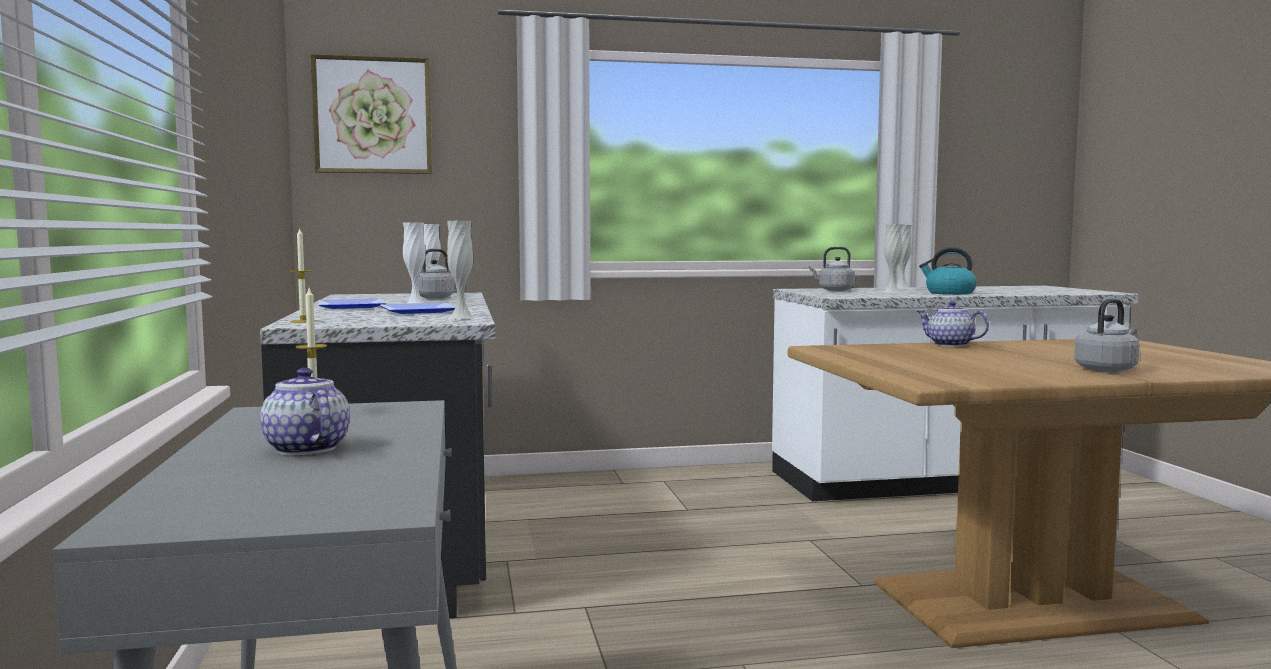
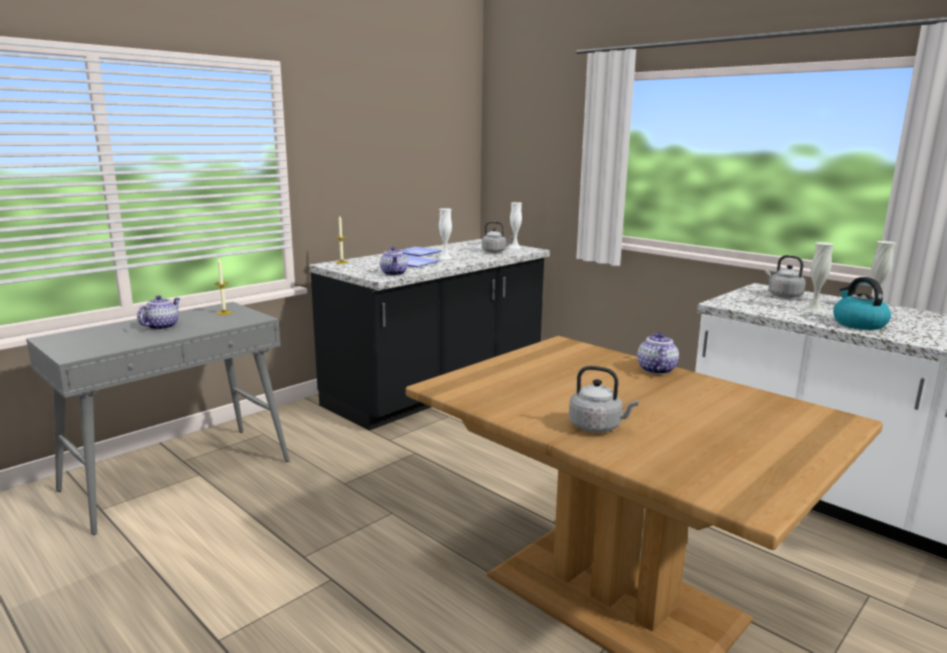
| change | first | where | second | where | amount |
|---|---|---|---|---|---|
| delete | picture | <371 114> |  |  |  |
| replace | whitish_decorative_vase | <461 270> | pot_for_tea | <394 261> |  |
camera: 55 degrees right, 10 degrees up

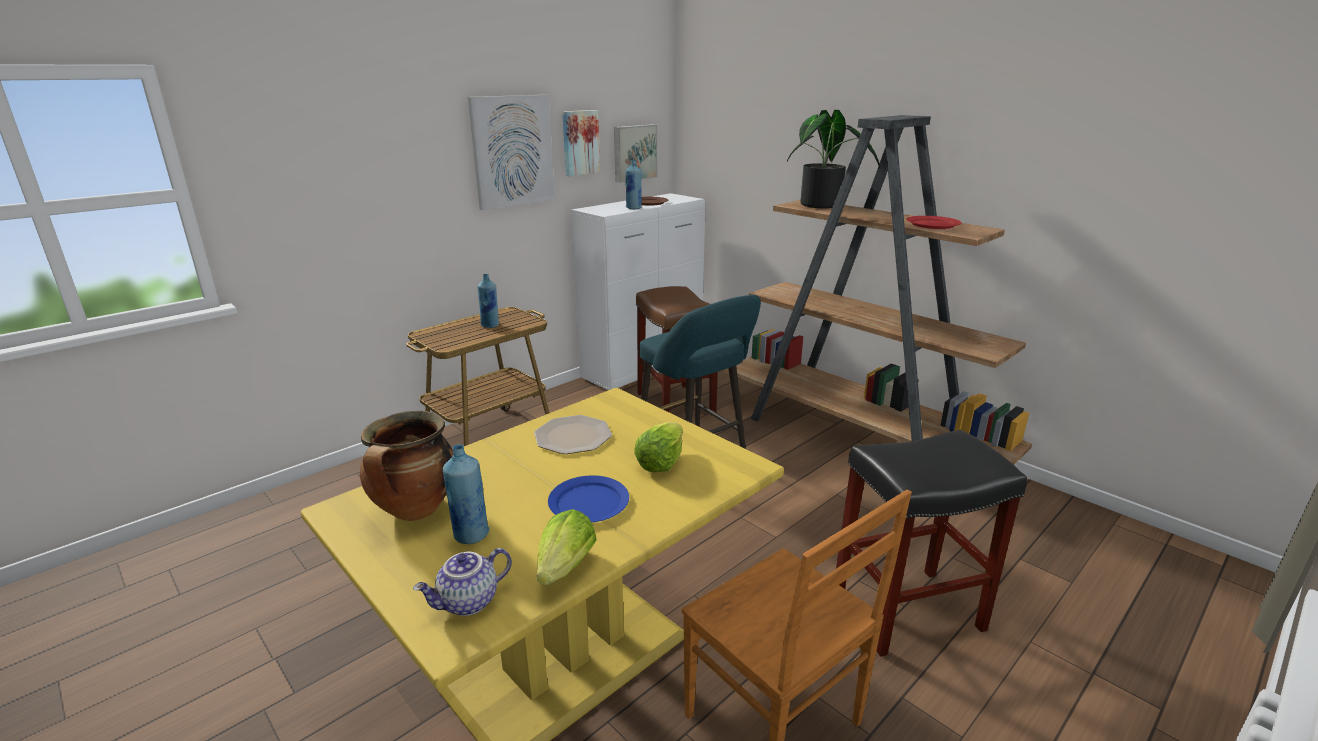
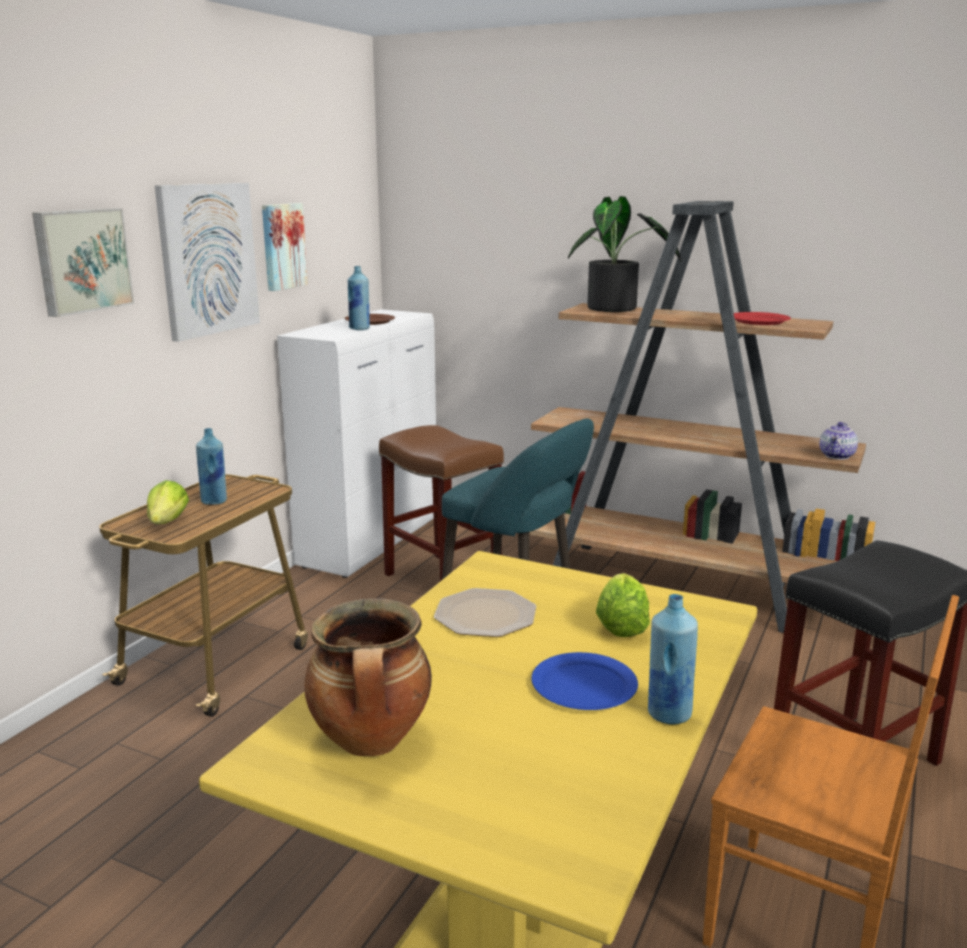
| change | first | where | second | where | amount |
|---|---|---|---|---|---|
| move | picture | <635 153> |  | <83 262> |  |
| move | bluish_bottle | <466 494> |  | <673 659> |  |
| move | head_of_lettuce | <567 547> |  | <168 502> |  |
| move | pot_for_tea | <462 582> |  | <839 441> |  |
camera: 20 degrees left, 5 degrees down

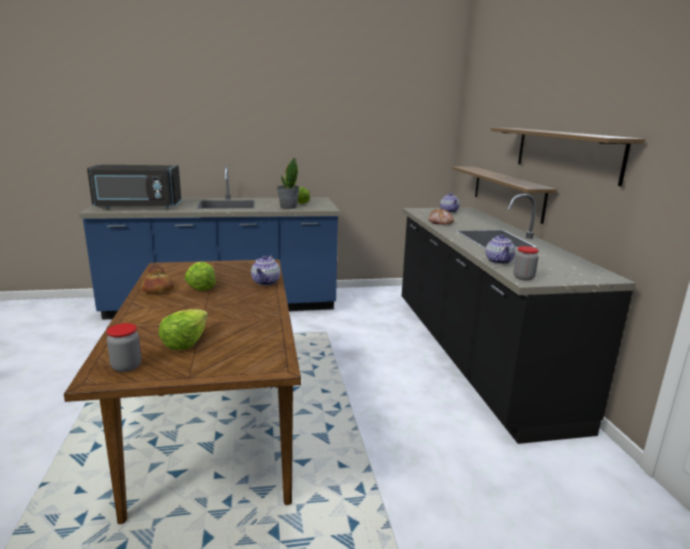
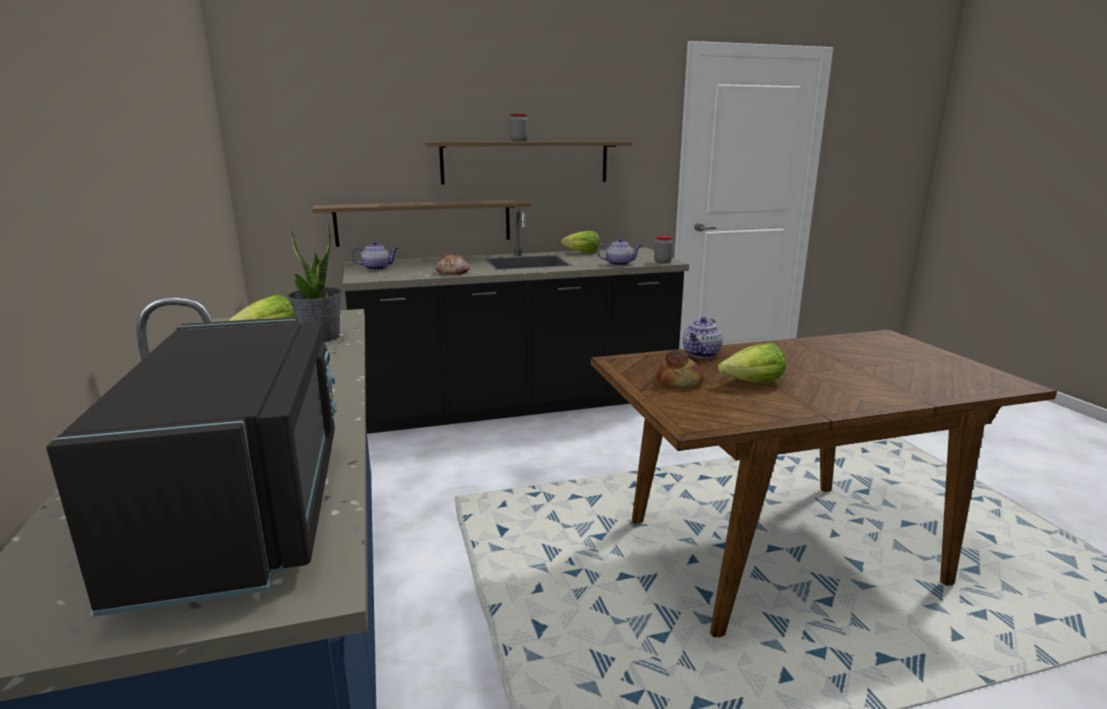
| change | first | where | second | where | amount |
|---|---|---|---|---|---|
| rotate | pot_for_tea | <265 270> |  | <703 337> | 120 degrees clockwise |
| move | baked_bread | <157 279> |  | <680 368> |  |
| move | head_of_lettuce | <183 329> |  | <580 242> |  |
| move | preserve_jar | <124 347> |  | <519 127> |  |
camera: 95 degrees left, 0 degrees up

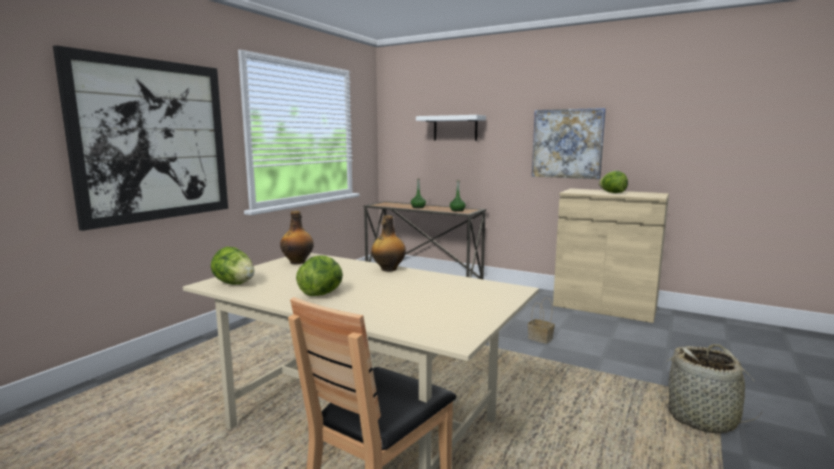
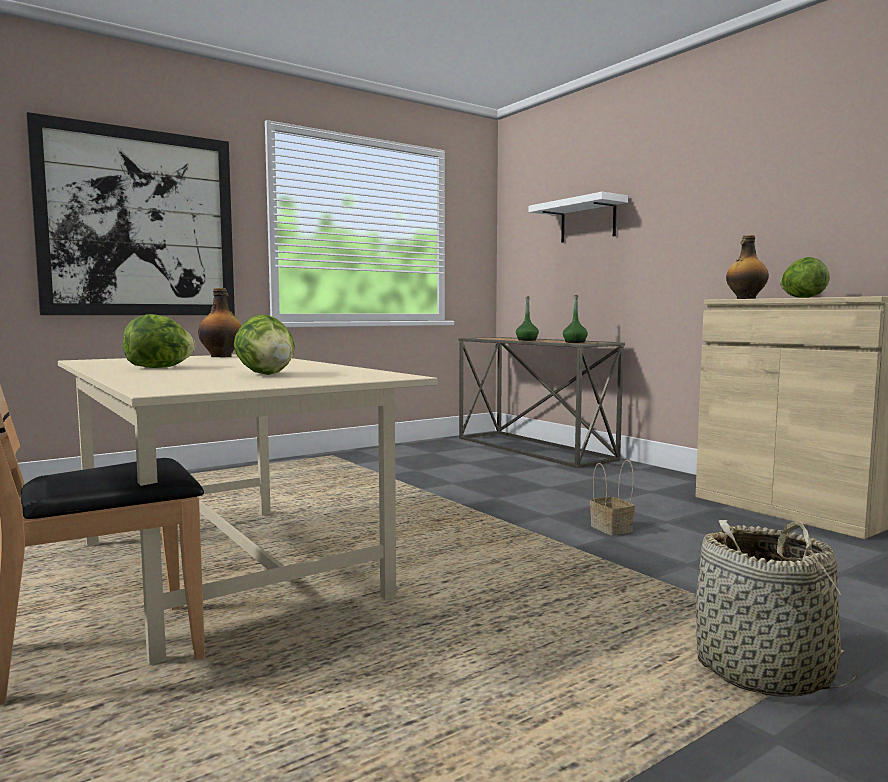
| change | first | where | second | where | amount |
|---|---|---|---|---|---|
| delete | picture | <569 143> |  |  |  |
| move | bottle | <388 243> |  | <747 267> |  |
| move | head_of_lettuce | <233 266> |  | <264 344> |  |
camera: 25 degrees right, 5 degrees down

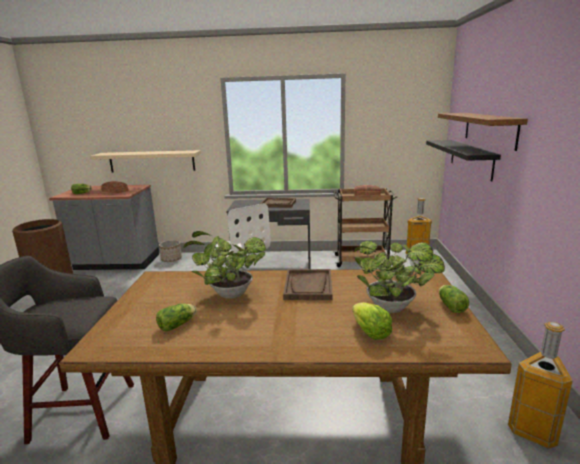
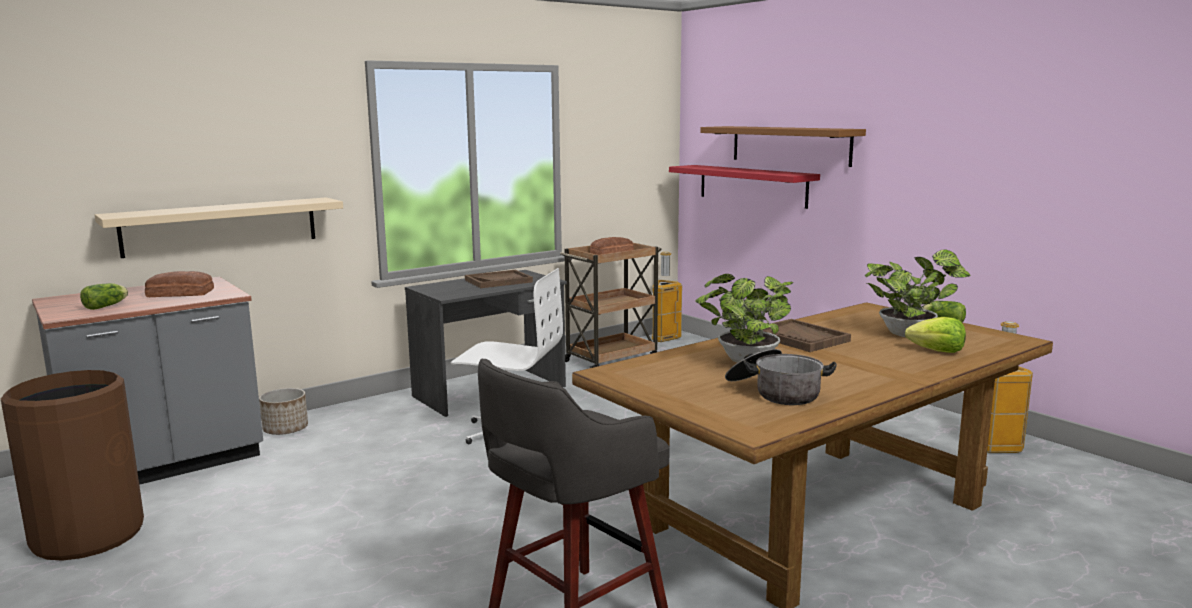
| change | first | where | second | where | amount |
|---|---|---|---|---|---|
| recolor | blackish_wall_shelf | <463 160> | reddish_wall_shelf | <744 187> |  |
| replace | head_of_lettuce | <176 317> | stockpot | <781 377> |  |
camera: 40 degrees left, 5 degrees down

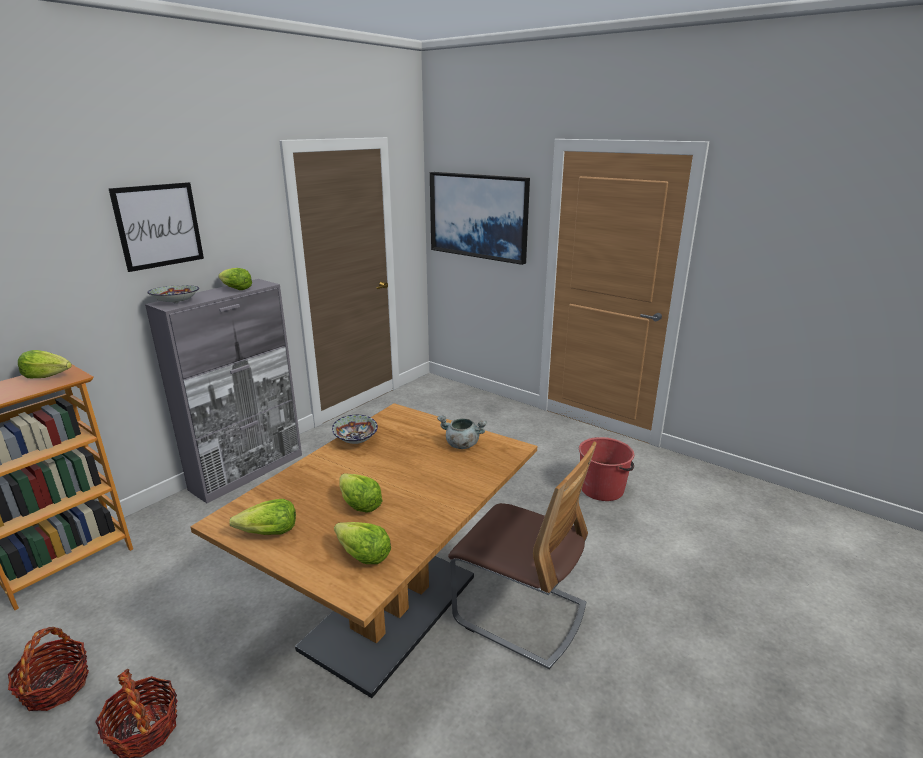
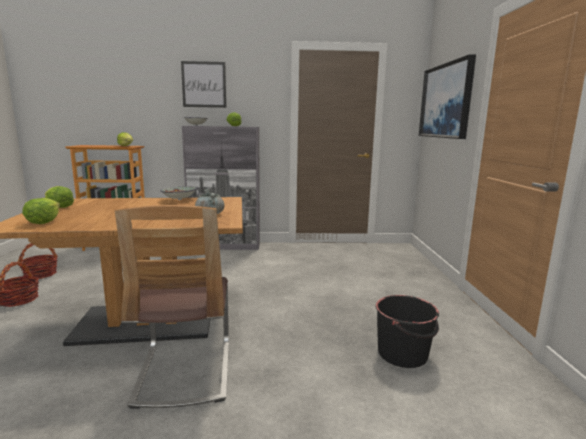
| change | first | where | second | where | amount |
|---|---|---|---|---|---|
| recolor | reddish_pail | <606 469> | blackish_pail | <407 331> |  |
| delete | head_of_lettuce | <360 493> |  |  |  |
camera: 50 degrees right, 10 degrees down

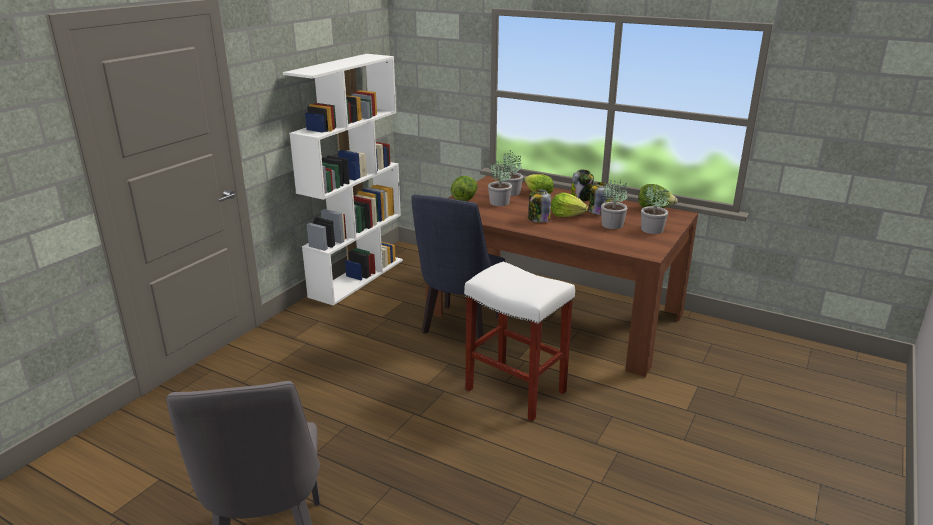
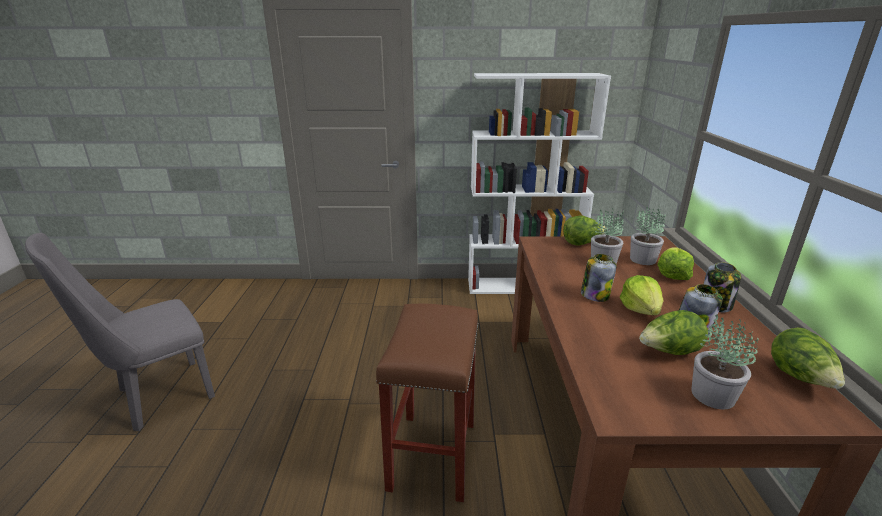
| change | first | where | second | where | amount |
|---|---|---|---|---|---|
| replace | plant_in_a_pot | <614 204> | head_of_lettuce | <673 332> |  |
| delete | bluish_upright_chair | <458 269> |  |  |  |
| recolor | whitish_sitting_stool | <519 341> | brown_sitting_stool | <427 403> |  |
camera: 60 degrees right, 0 degrees up

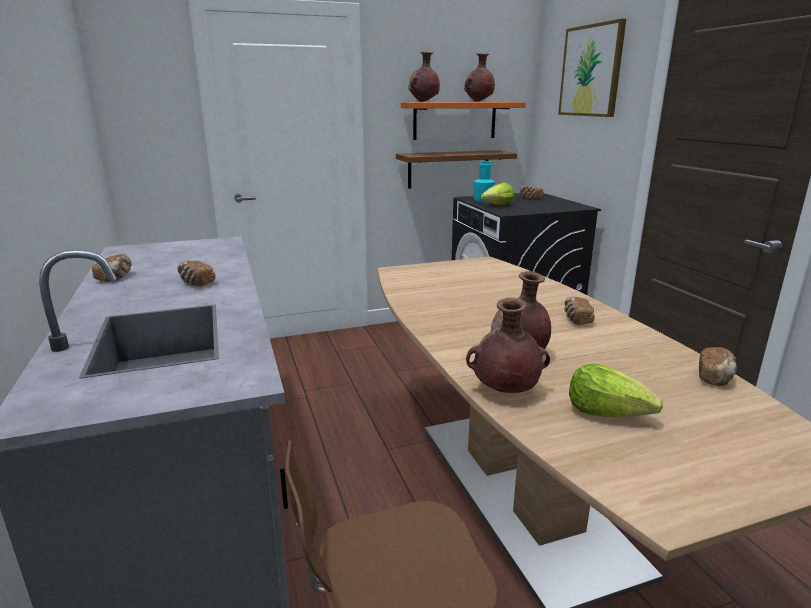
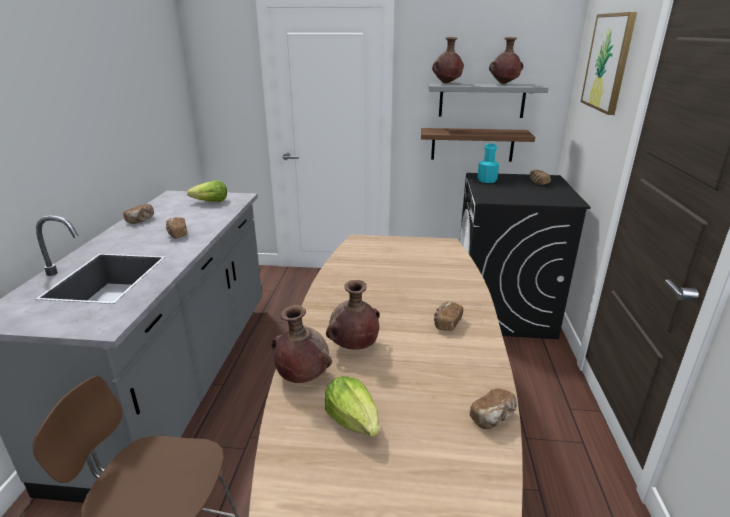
| change | first | where | second | where | amount |
|---|---|---|---|---|---|
| recolor | orange_wall_shelf | <463 121> | grey_wall_shelf | <488 100> |  |
| move | head_of_lettuce | <498 193> |  | <207 191> |  |
camera: 25 degrees right, 5 degrees up

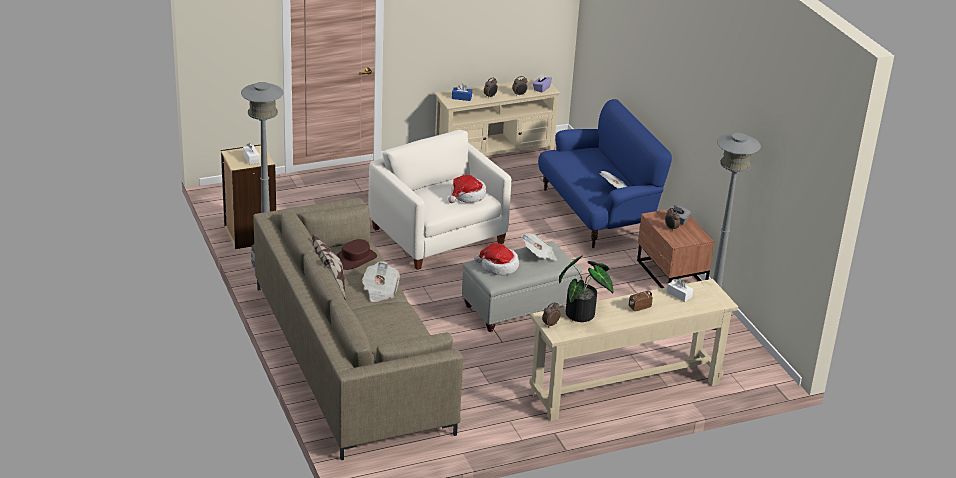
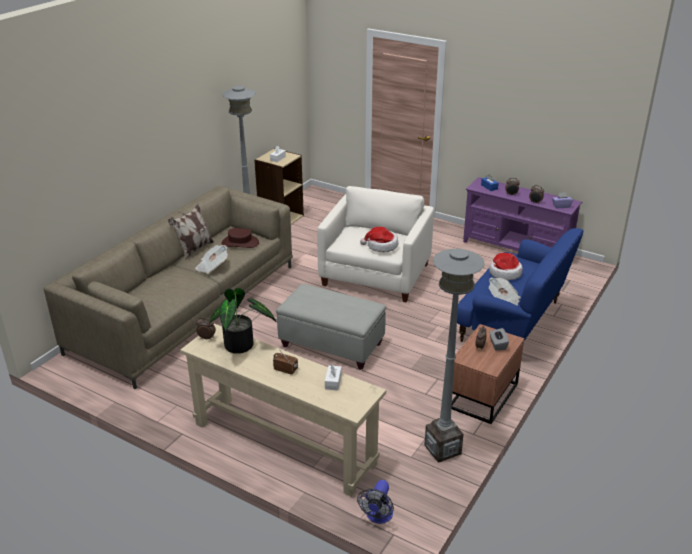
| change | first | where | second | where | amount |
|---|---|---|---|---|---|
| recolor | sand-coloured_tv_unit | <497 117> | purplish_tv_unit | <522 214> |  |
| delete | daily_paper | <539 247> |  |  |  |
| move | wearable_hat | <496 259> |  | <506 266> |  |
| insert |  |  | electric_fan | <375 502> |  |
camera: 55 degrees right, 0 degrees up

